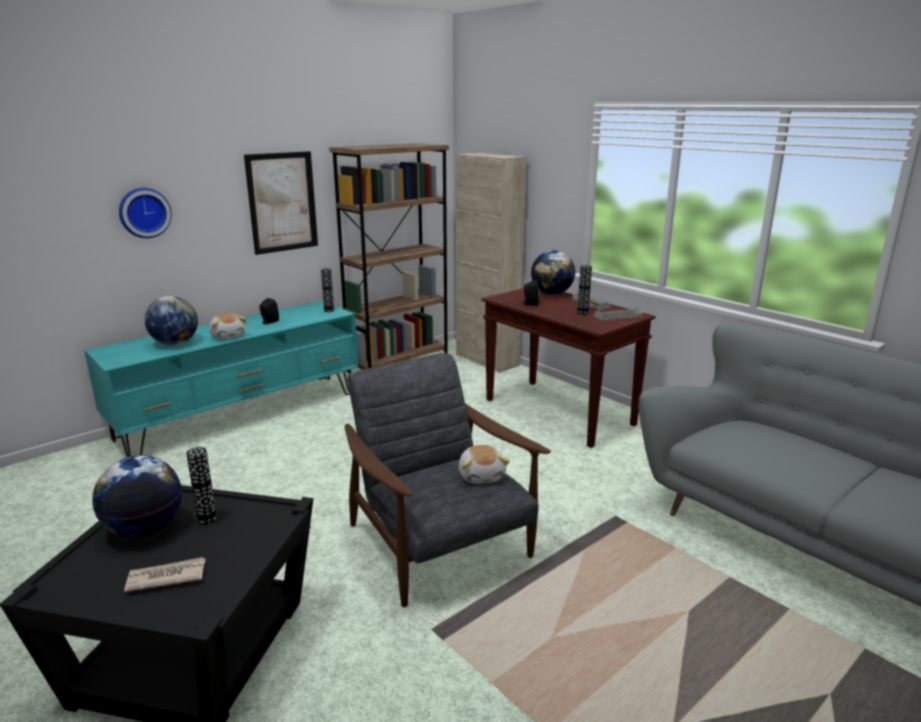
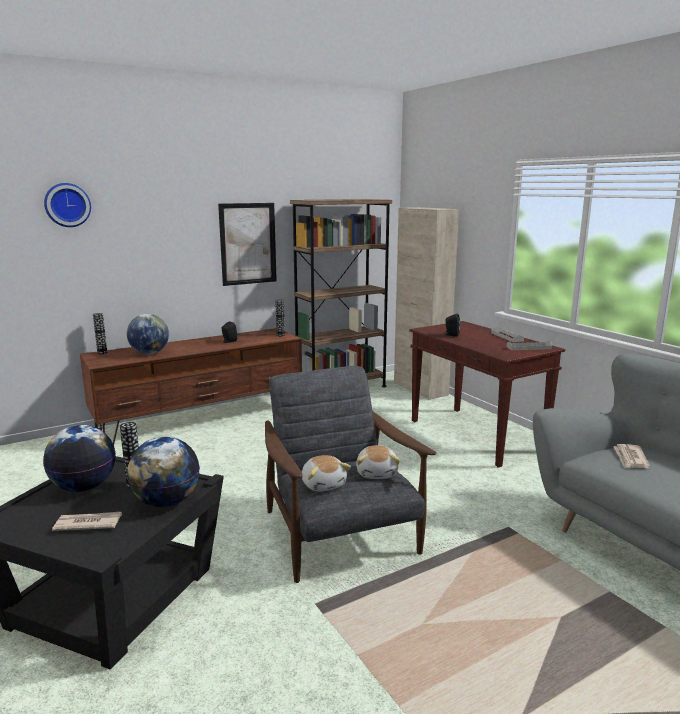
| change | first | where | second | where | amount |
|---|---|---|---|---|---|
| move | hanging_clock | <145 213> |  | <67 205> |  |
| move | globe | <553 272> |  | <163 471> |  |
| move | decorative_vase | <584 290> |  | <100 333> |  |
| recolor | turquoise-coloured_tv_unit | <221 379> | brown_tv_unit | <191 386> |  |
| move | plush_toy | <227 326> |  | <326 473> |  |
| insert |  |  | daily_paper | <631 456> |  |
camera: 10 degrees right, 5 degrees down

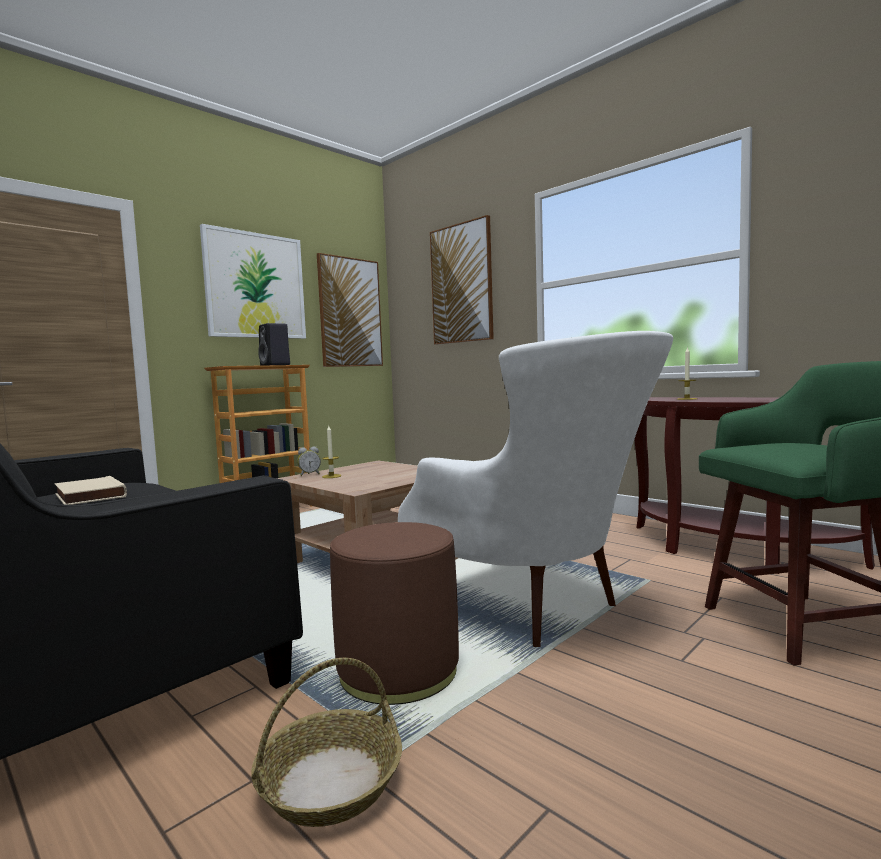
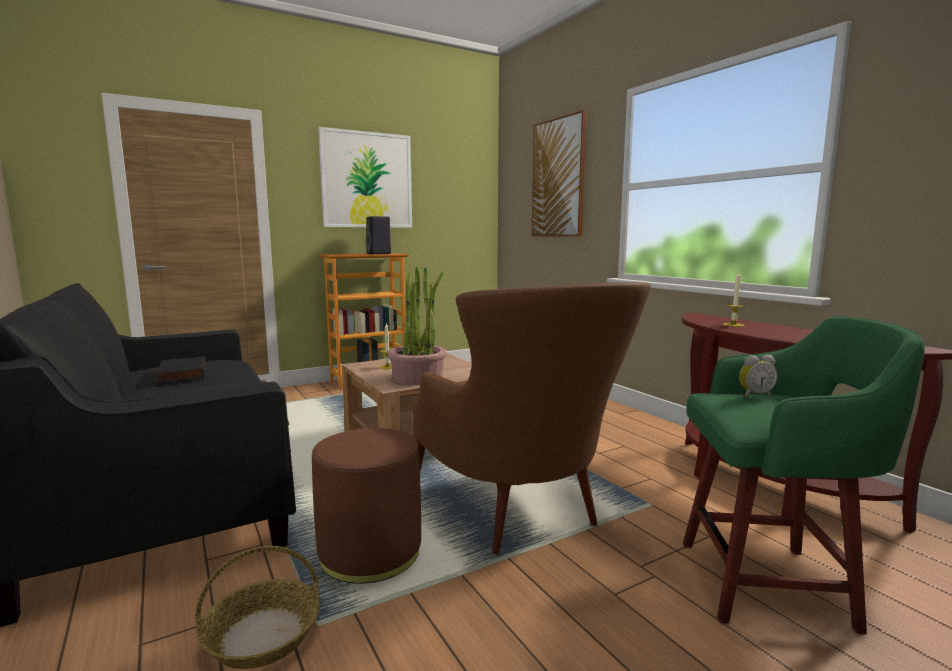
| change | first | where | second | where | amount |
|---|---|---|---|---|---|
| delete | picture | <350 310> |  |  |  |
| recolor | whitish_armchair | <535 489> | brown_armchair | <531 418> |  |
| move | table_clock | <309 461> |  | <758 376> |  |
| recolor | sand-coloured_volume | <90 490> | blackish_volume | <181 369> |  |
| insert |  |  | plant_in_a_pot | <417 326> |  |
camera: 15 degrees right, 5 degrees up

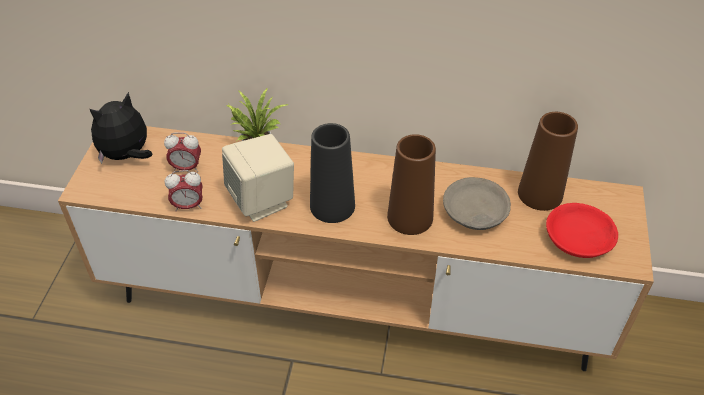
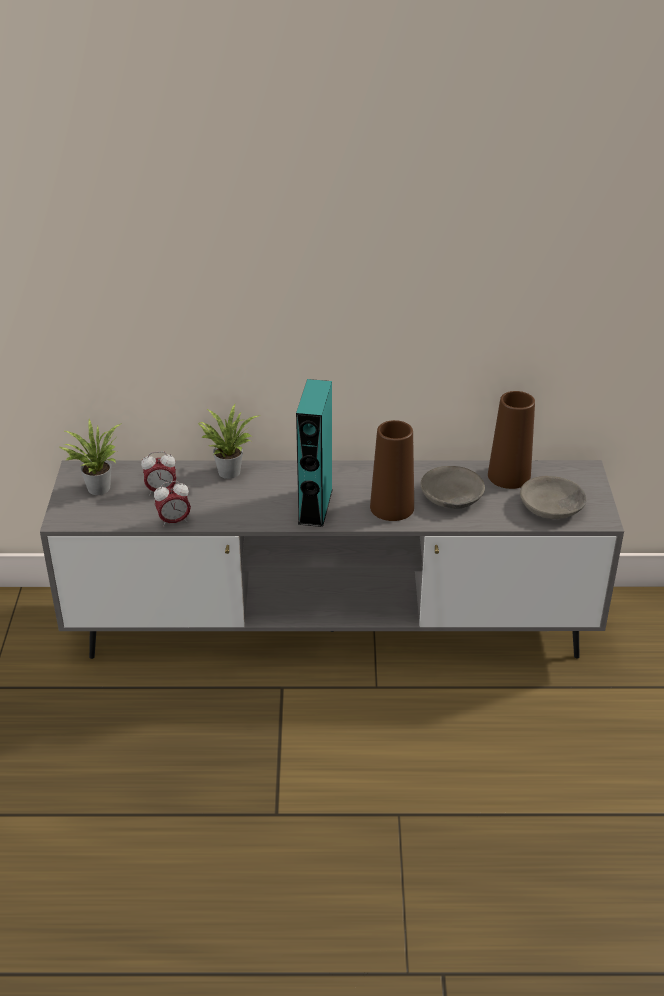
| change | first | where | second | where | amount |
|---|---|---|---|---|---|
| replace | plush_toy | <121 128> | plant_in_a_pot | <91 457> |  |
| replace | blackish_decorative_vase | <332 173> | turquoise-coloured_speaker | <314 453> |  |
| recolor | brown_tv_unit | <356 248> | grey_tv_unit | <332 559> |  |
| delete | sand-coloured_speaker | <258 178> |  |  |  |
| recolor | reddish_serving_bowl | <582 230> | grey_serving_bowl | <553 497> |  |
camera: 10 degrees left, 10 degrees down

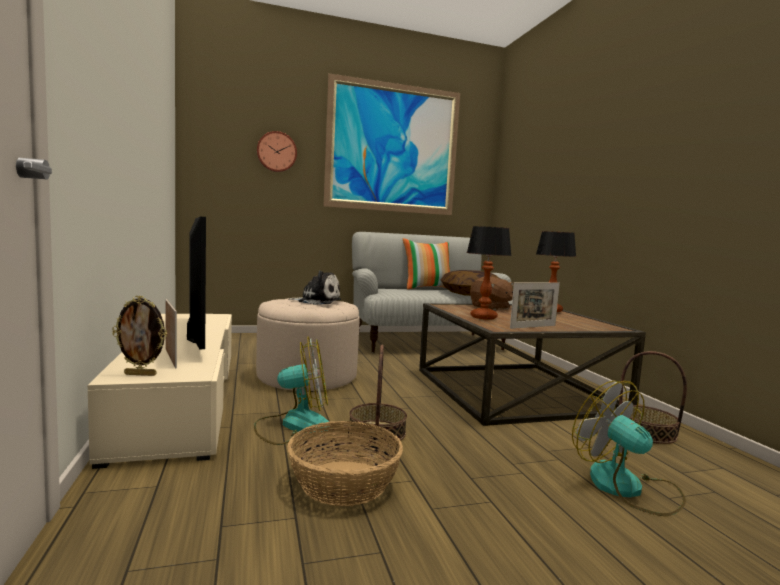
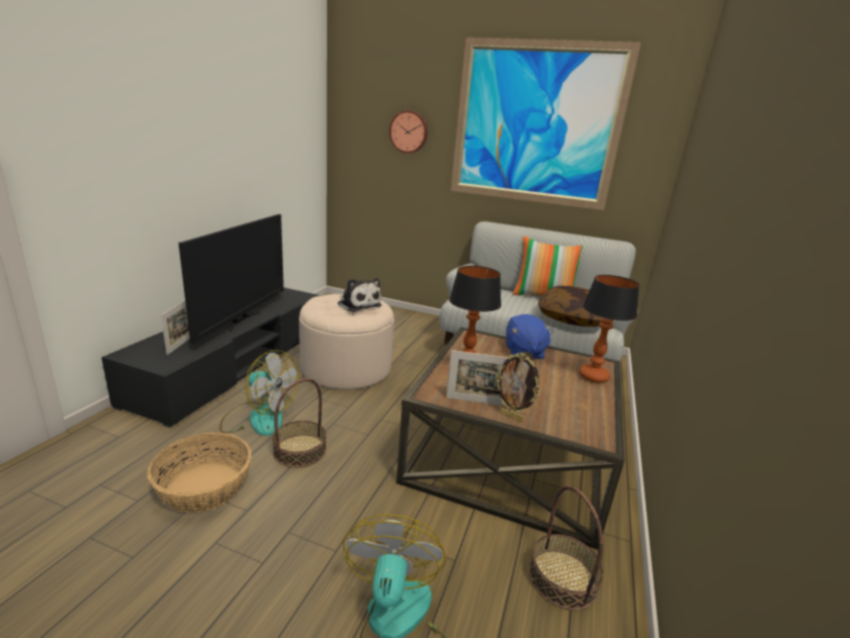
| change | first | where | second | where | amount |
|---|---|---|---|---|---|
| recolor | brown_plush_toy | <492 293> | bluish_plush_toy | <530 337> |  |
| move | picture_frame | <139 336> |  | <518 387> |  |
| recolor | sand-coloured_tv_unit | <160 391> | blackish_tv_unit | <210 358> |  |
camera: 35 degrees right, 15 degrees up

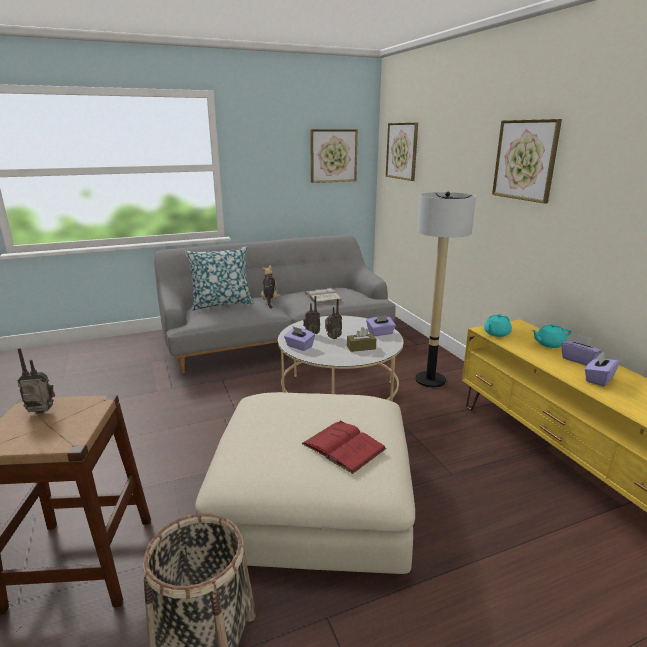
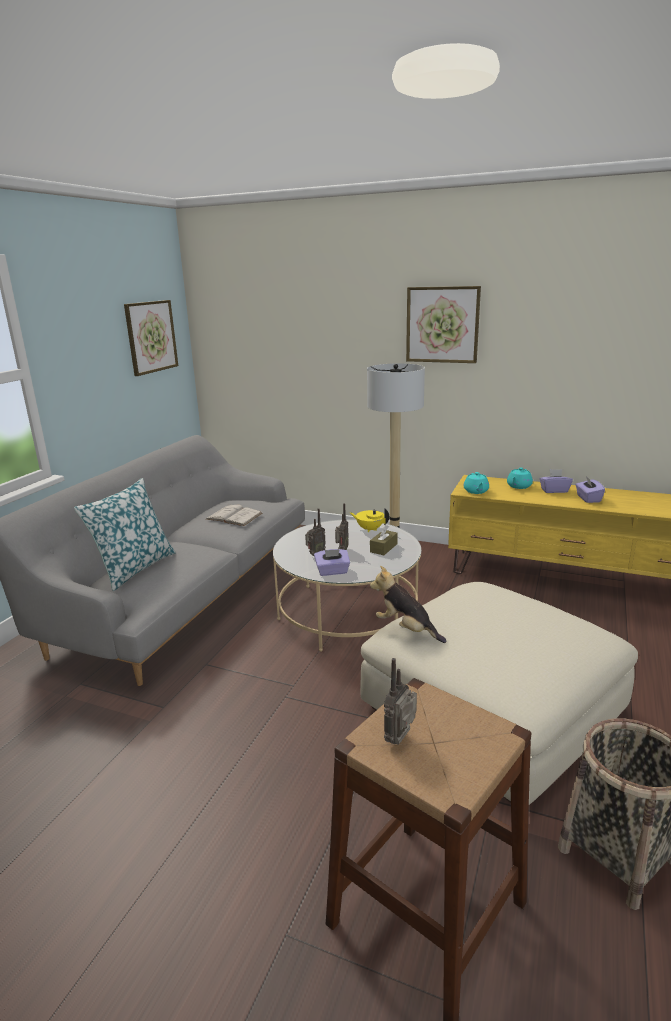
| change | first | where | second | where | amount |
|---|---|---|---|---|---|
| delete | picture | <402 151> |  |  |  |
| move | plush_toy | <271 287> |  | <408 604> |  |
| replace | purplish_box_of_tissues | <381 325> | yellow-coloured_pot_for_tea | <369 520> |  |
| delete | reddish_volume | <344 447> |  |  |  |
camera: 45 degrees left, 0 degrees up

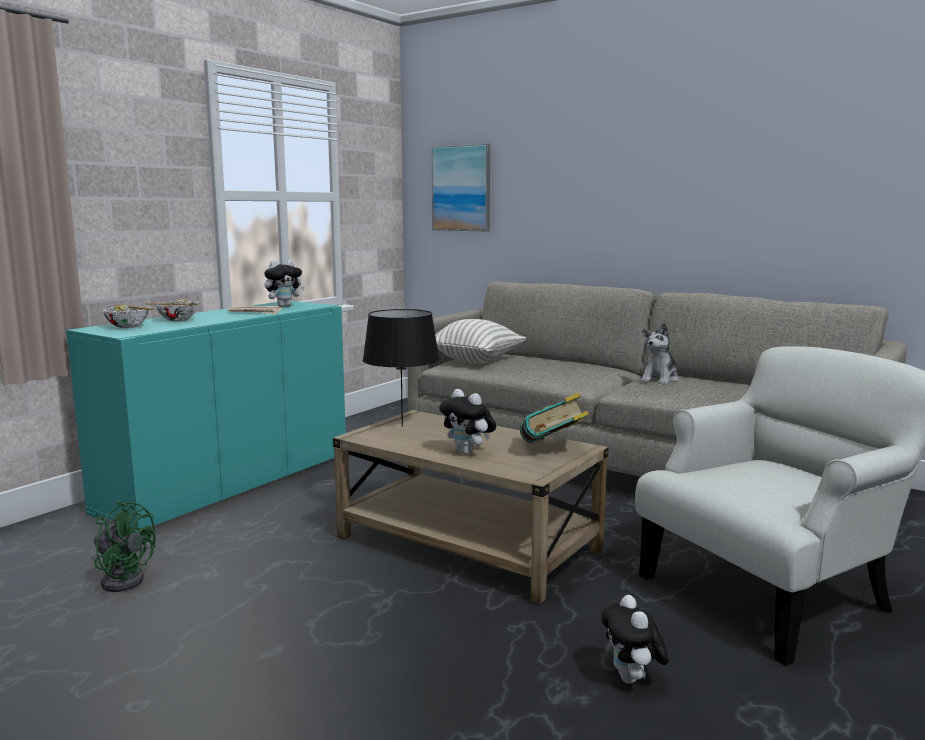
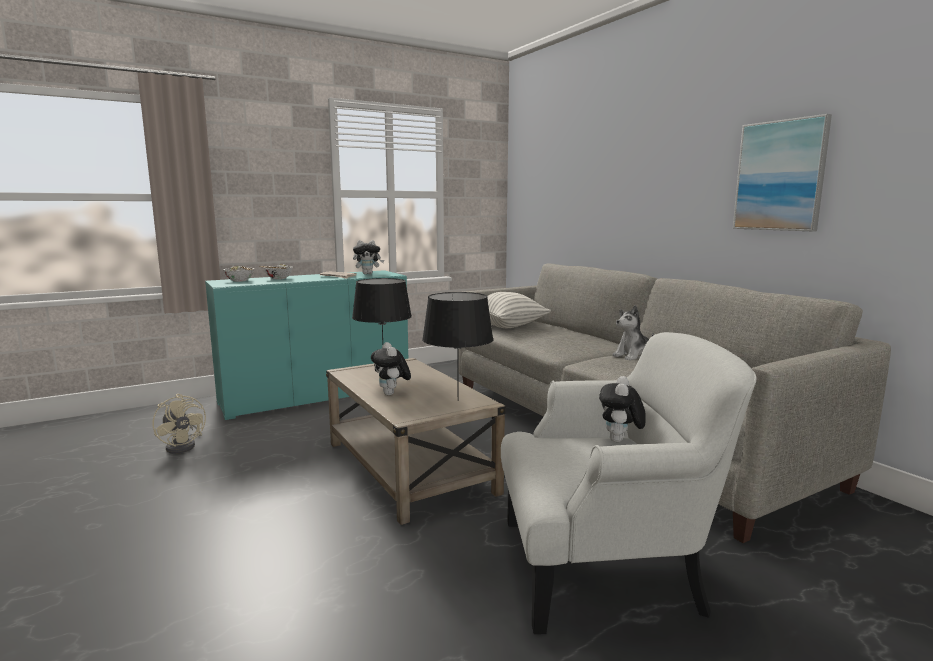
| change | first | where | second | where | amount |
|---|---|---|---|---|---|
| move | picture | <461 188> |  | <782 172> |  |
| replace | volume | <554 418> | blackish_lamp_for_a_table | <458 346> |  |
| recolor | green-coloured_electric_fan | <125 546> | sand-coloured_electric_fan | <179 424> |  |
| move | plush_toy | <635 639> |  | <622 409> |  |
camera: 25 degrees right, 0 degrees up

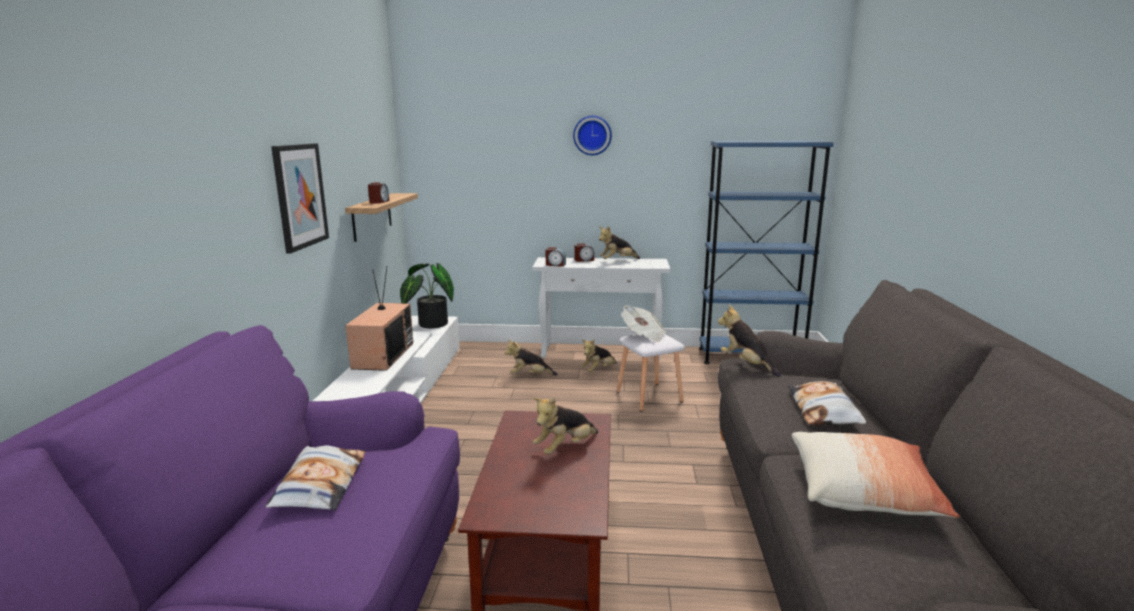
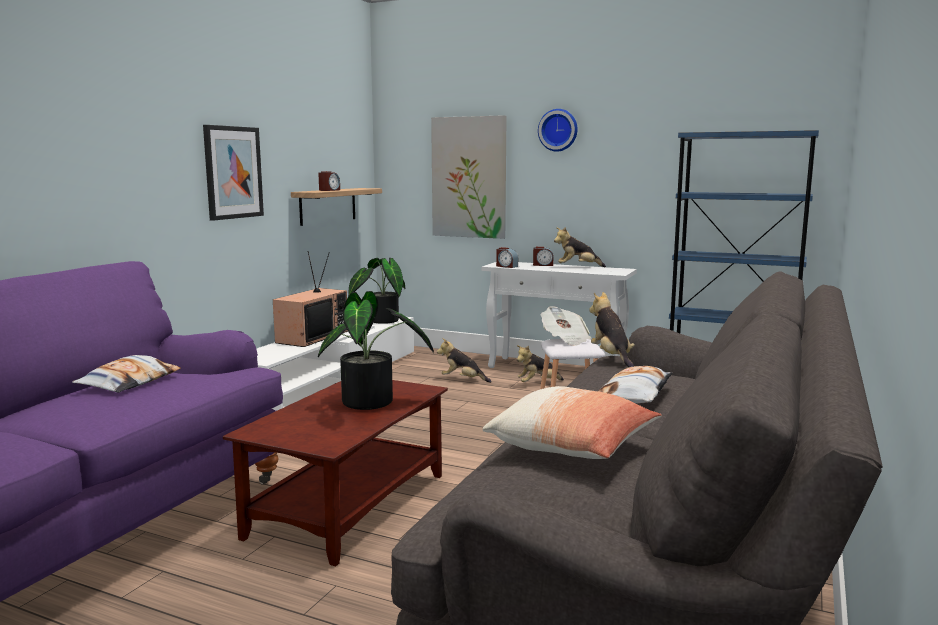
| change | first | where | second | where | amount |
|---|---|---|---|---|---|
| replace | plush_toy | <565 426> | plant_in_a_pot | <376 350> |  |
| insert |  |  | picture | <469 177> |  |
camera: 20 degrees right, 5 degrees down

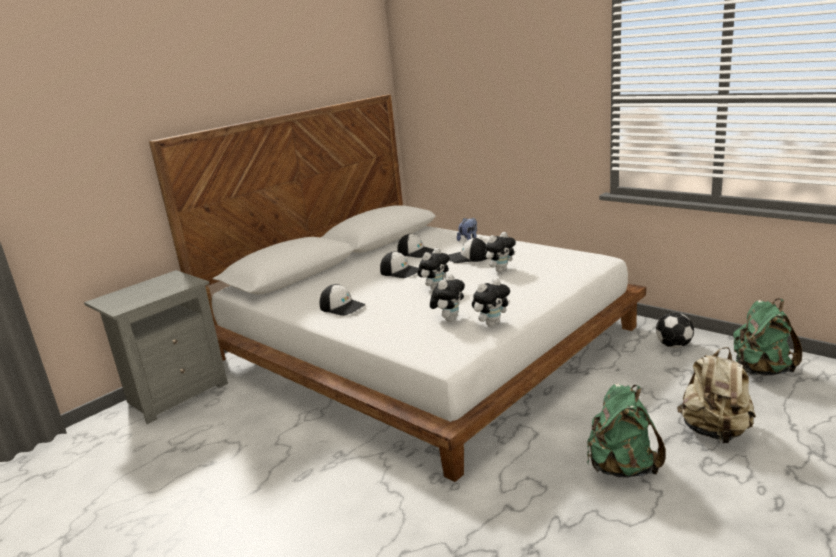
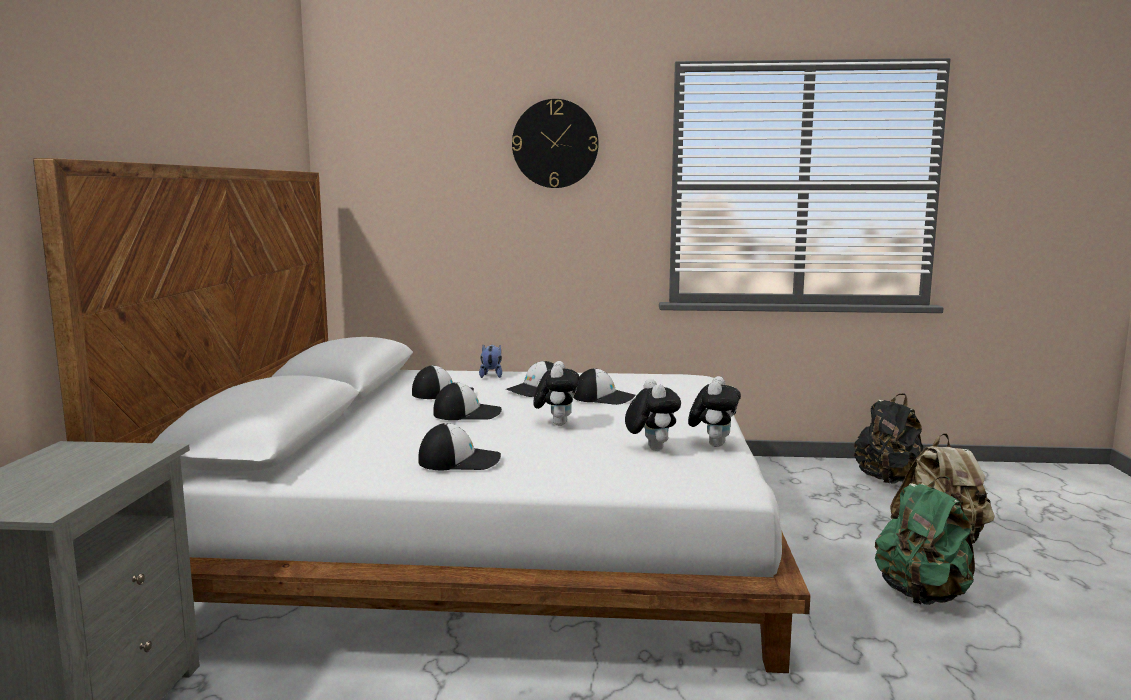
| change | first | where | second | where | amount |
|---|---|---|---|---|---|
| replace | plush_toy | <500 252> | peaked_cap | <604 386> |  |
| recolor | green-coloured_backpack | <767 337> | blackish_backpack | <888 438> |  |
| delete | football_ball | <675 330> |  |  |  |
| insert |  |  | hanging_clock | <555 143> |  |
camera: 40 degrees left, 10 degrees down

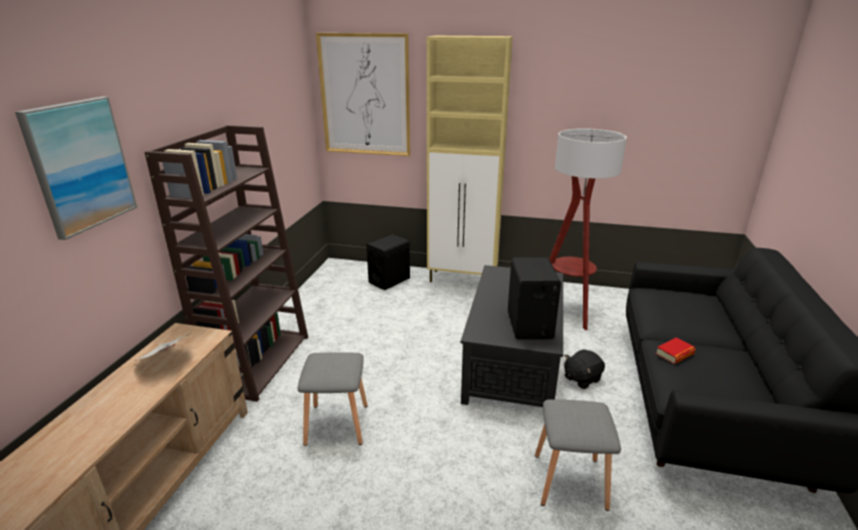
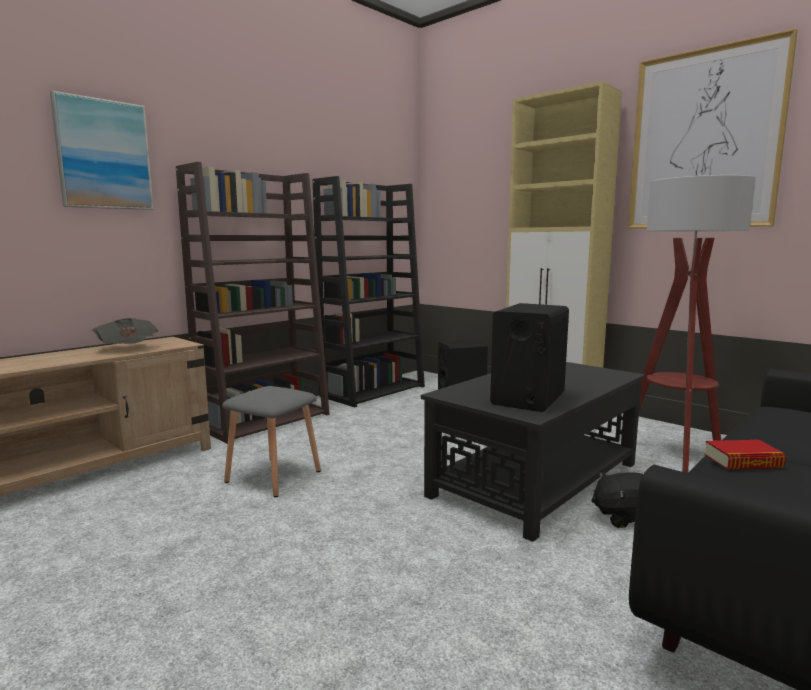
| change | first | where | second | where | amount |
|---|---|---|---|---|---|
| move | picture | <363 94> |  | <713 128> |  |
| delete | grey_sitting_stool | <578 455> |  |  |  |
| insert |  |  | blackish_shelving_unit | <369 291> |  |
camera: 30 degrees right, 15 degrees down

